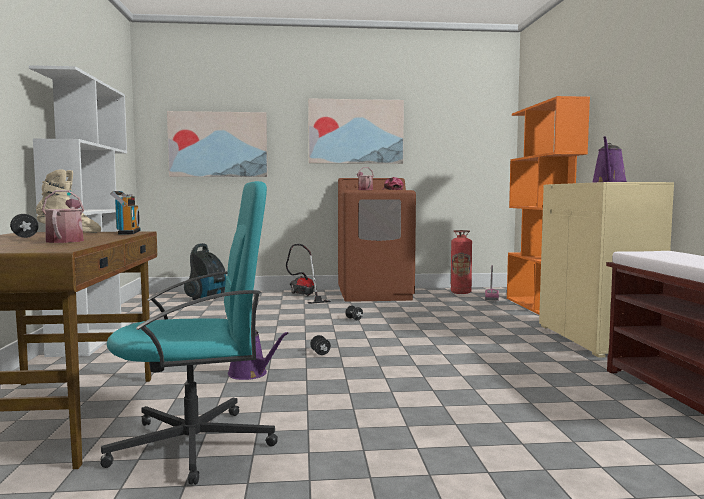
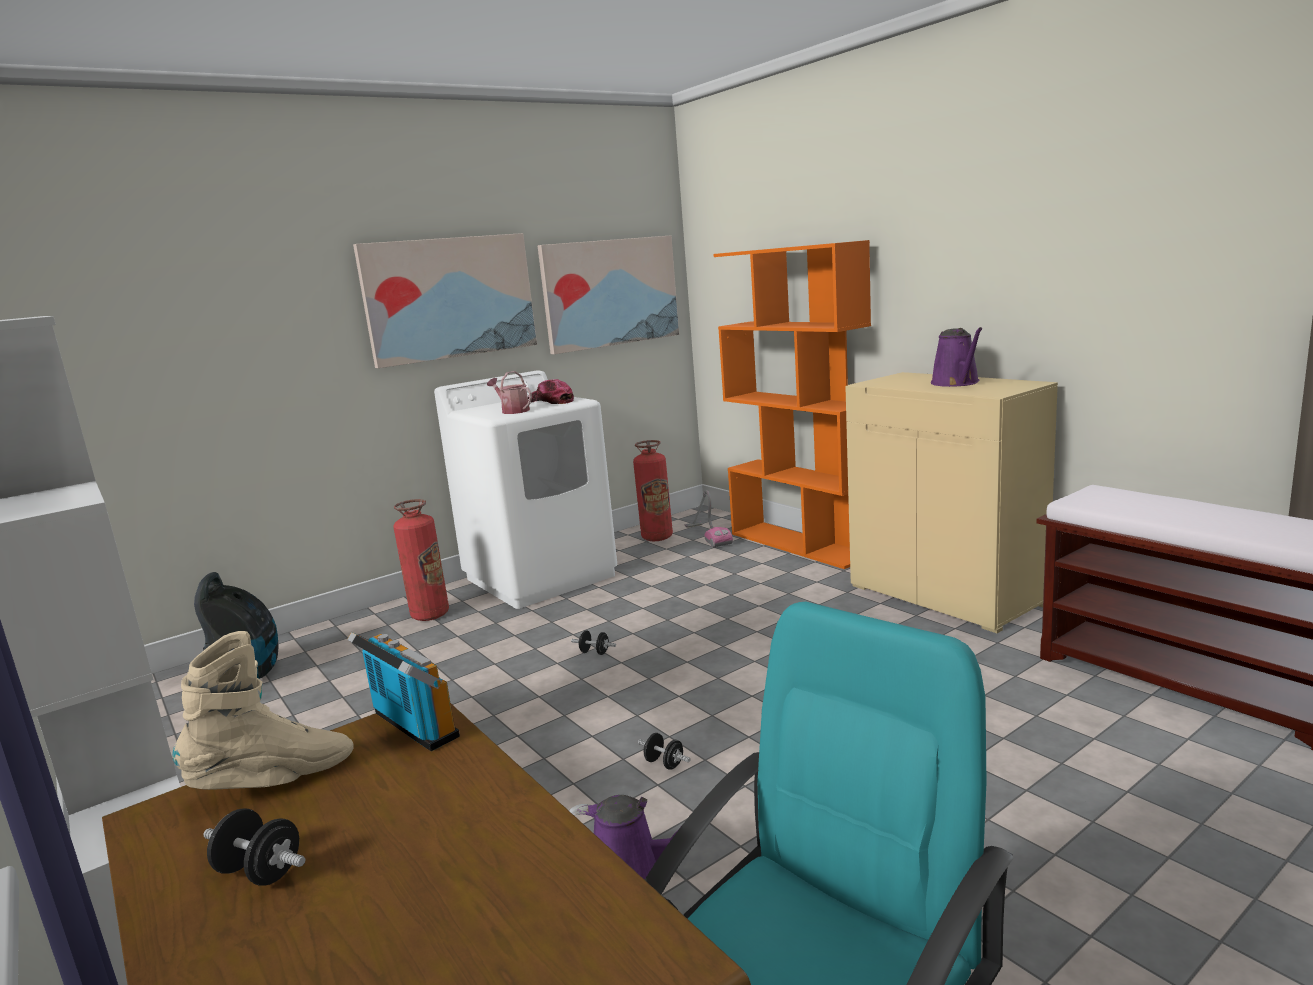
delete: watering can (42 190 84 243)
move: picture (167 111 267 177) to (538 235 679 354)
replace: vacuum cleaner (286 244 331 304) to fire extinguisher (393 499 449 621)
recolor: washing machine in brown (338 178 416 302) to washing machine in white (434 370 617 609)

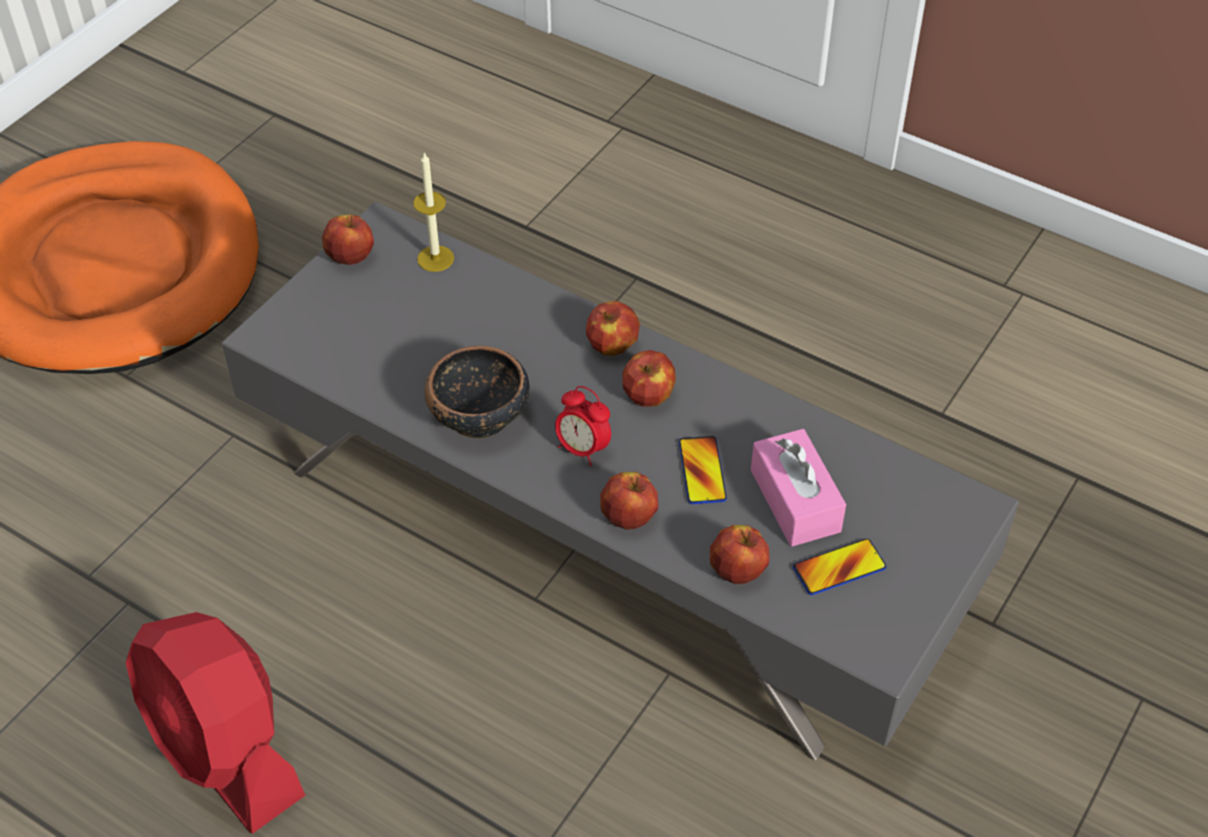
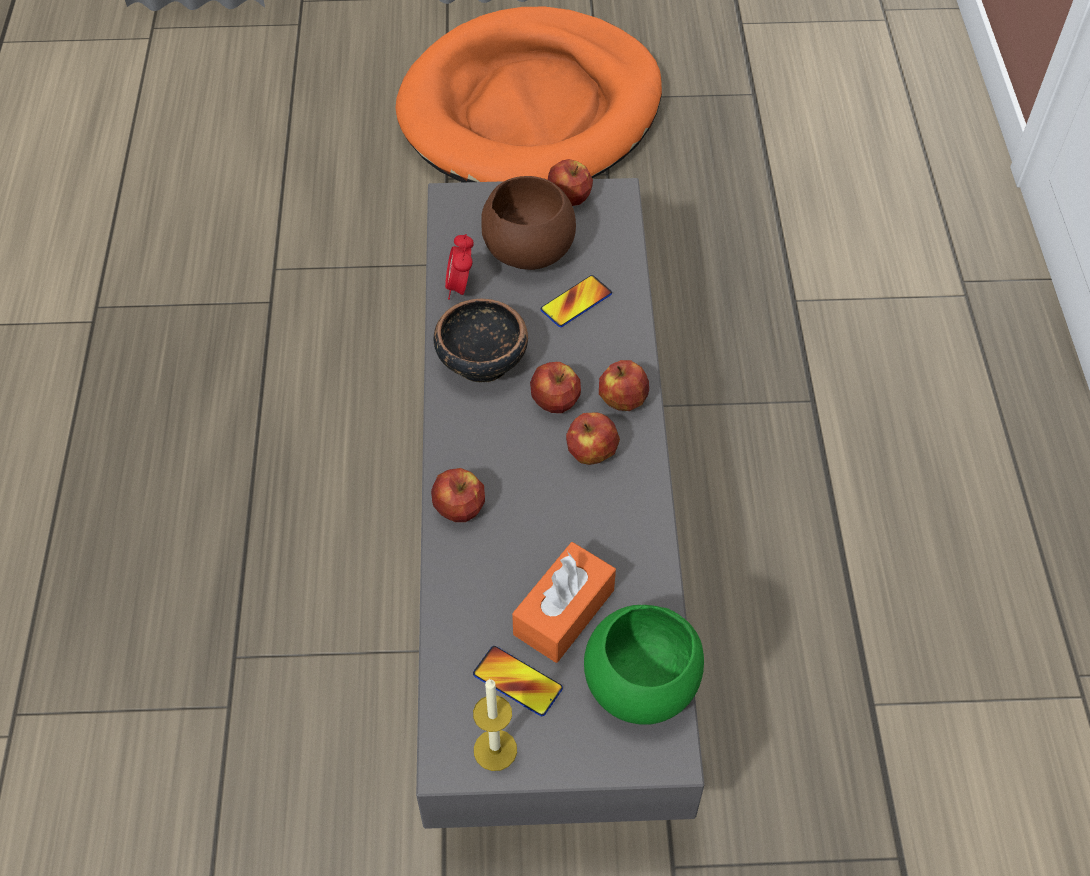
delete: fan in red (126 612 305 834)
insert: bowl in brown (481 176 576 270); bowl in green (584 605 704 725)
move: candle (413 152 454 272) to (473 679 517 771); alarm clock (555 386 611 466) to (445 234 474 300); phone (679 436 727 504) to (541 275 612 327); apple (710 525 770 584) to (530 362 581 413)
recolor: tissue box in pink (751 429 846 547) to tissue box in orange (512 542 616 663)

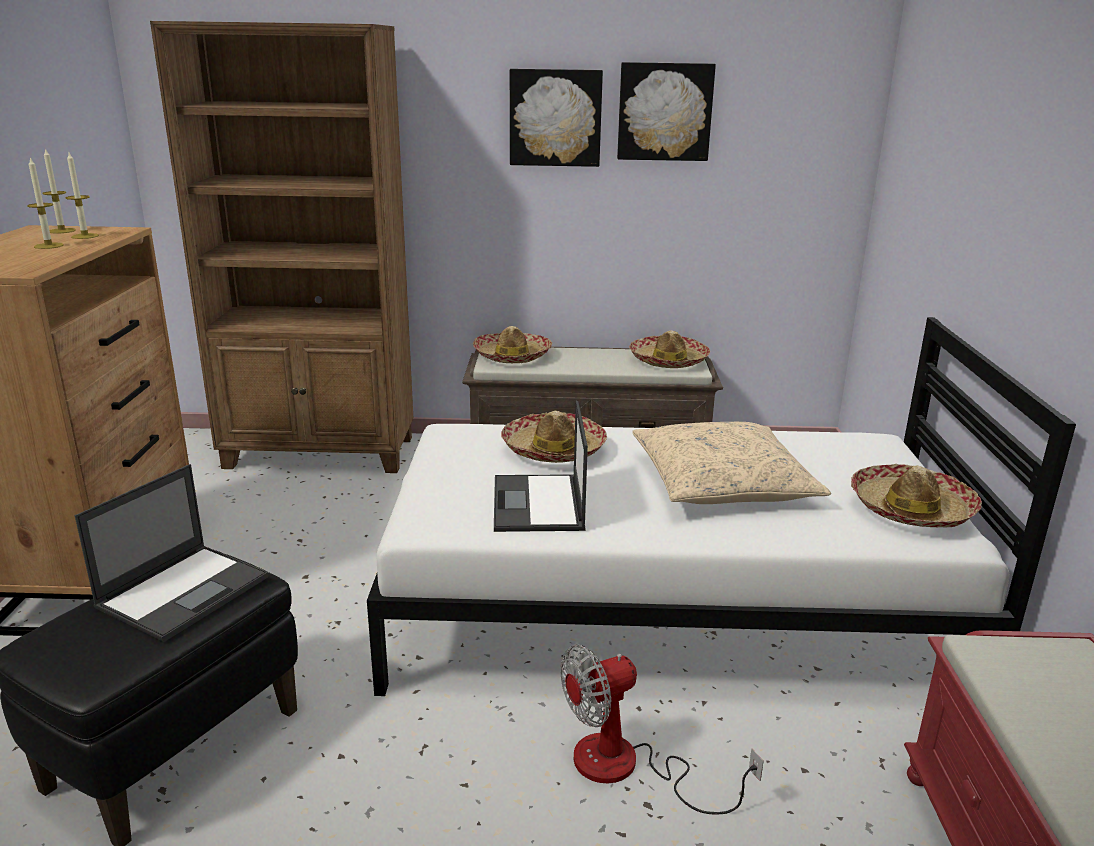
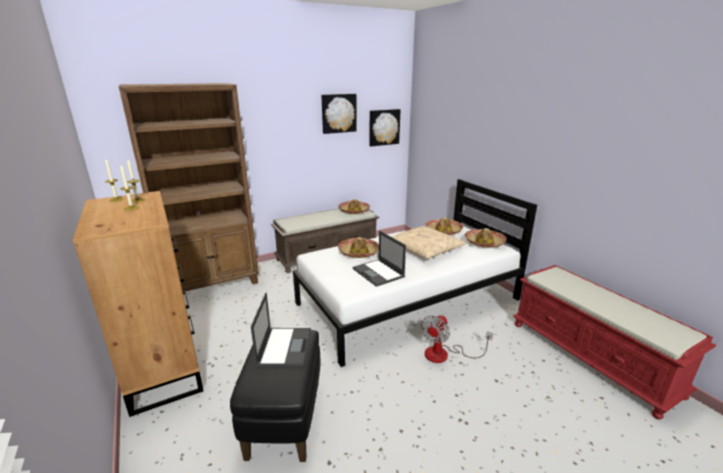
move: hat (473 326 552 363) to (426 217 464 235); picture (510 69 603 167) to (369 109 400 146)

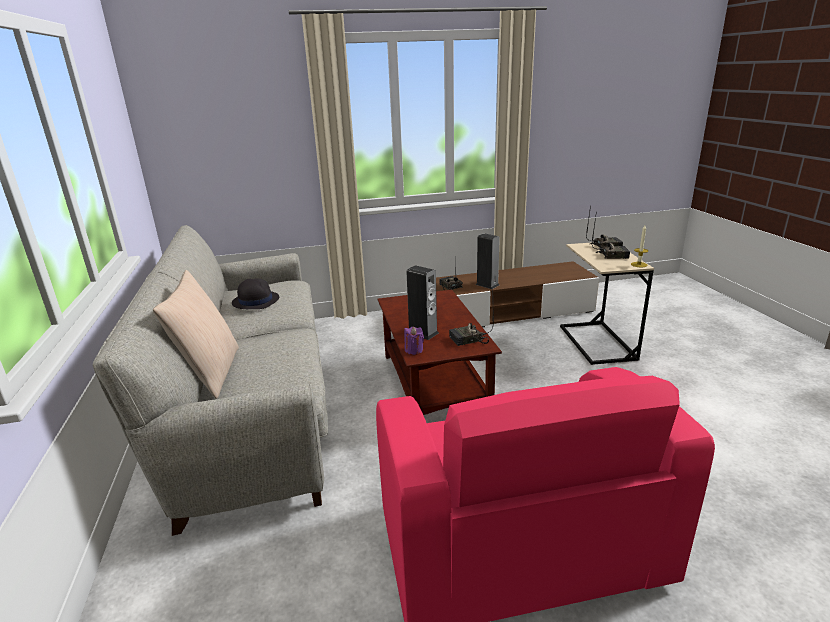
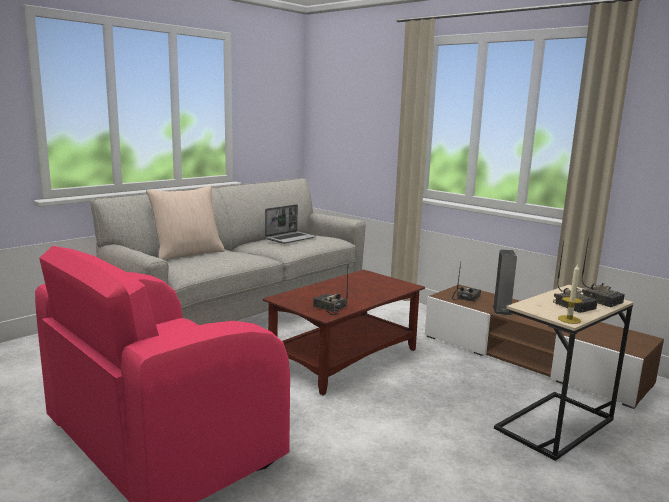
delete: candle in purple (404 327 424 355); speaker (406 265 439 340)
replace: hat in black (232 278 279 309) to laptop (265 204 316 244)

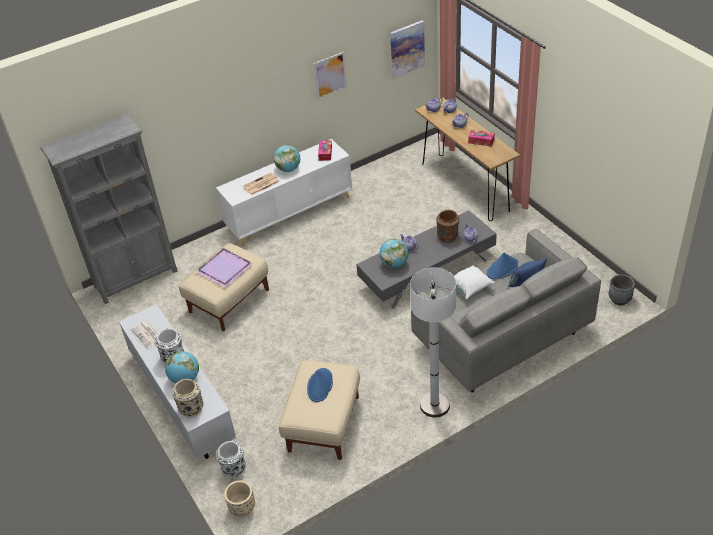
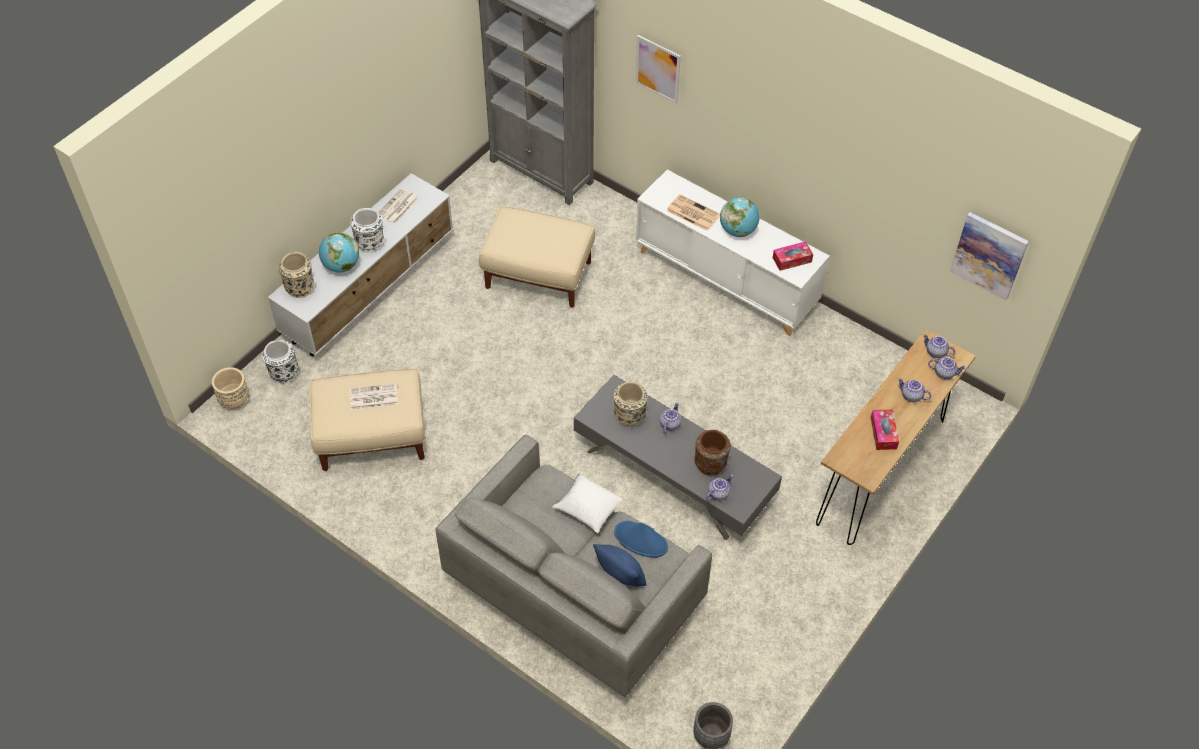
delete: tray in purple (196 248 254 288); floor lamp in white (410 267 456 417)
move: picture (314 52 347 99) to (635 35 681 104)
replace: hat in blue (307 368 333 402) to newspaper (350 384 398 410); globe (379 239 409 268) to vase in beige (614 381 648 427)

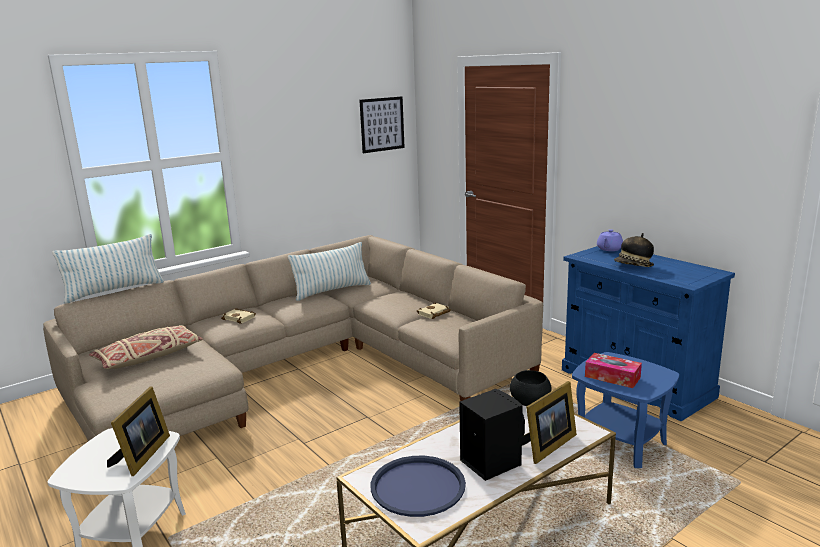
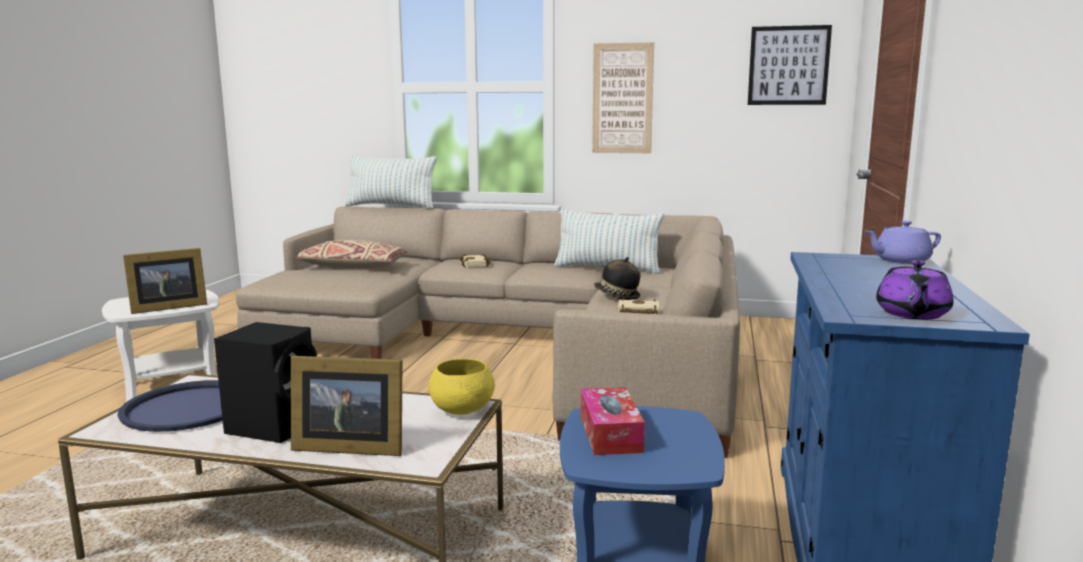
insert: picture (592 42 654 153); teapot in purple (876 260 954 320)
move: hat (614 233 654 267) to (594 257 641 300)
recolor: bowl in black (510 370 552 406) to bowl in yellow (429 359 495 415)

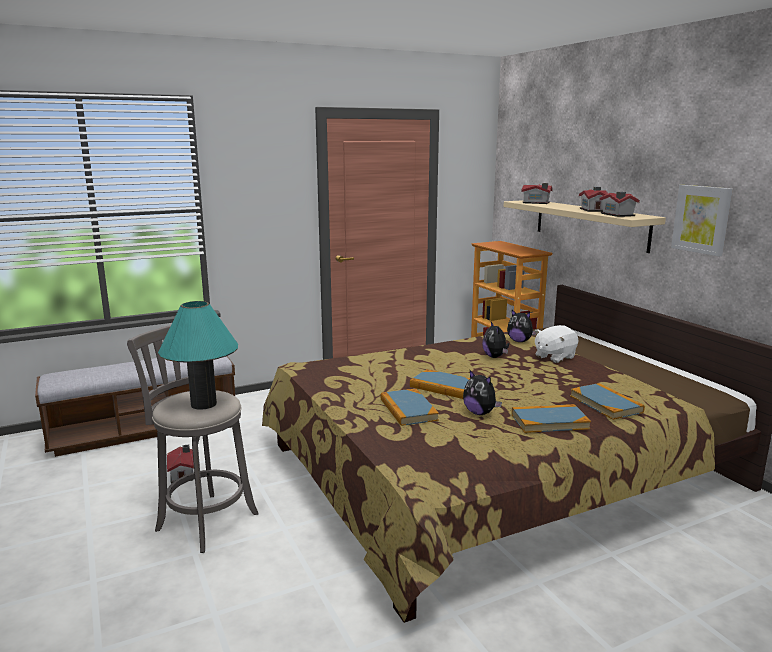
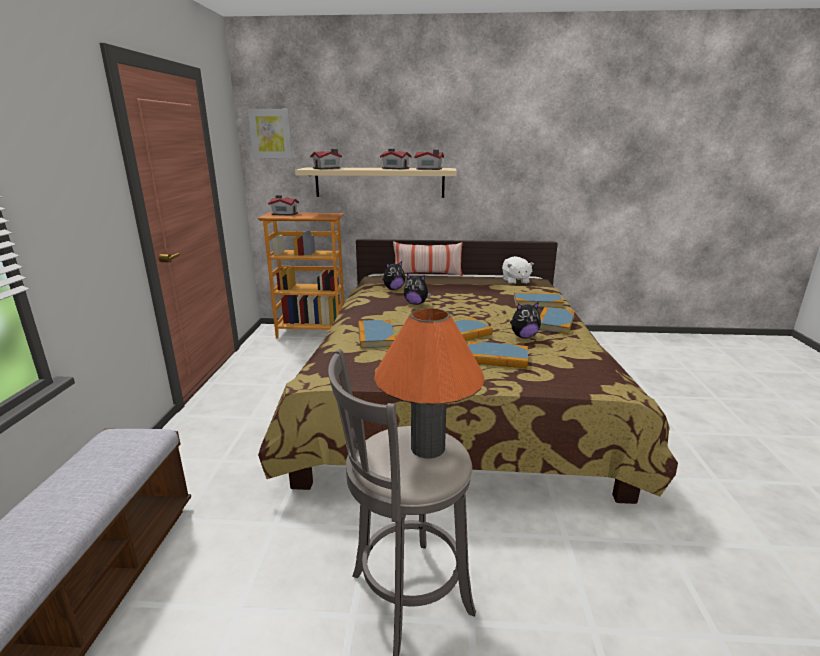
insert: book (358 320 395 348); pillow (393 241 463 276)
move: toy house (167 444 194 484) to (268 195 299 216); plush toy in white (535 325 578 363) to (502 256 534 284); picture (671 185 733 257) to (248 109 293 158)
recolor: table lamp in turquoise (158 301 238 410) to table lamp in orange (374 308 485 458)

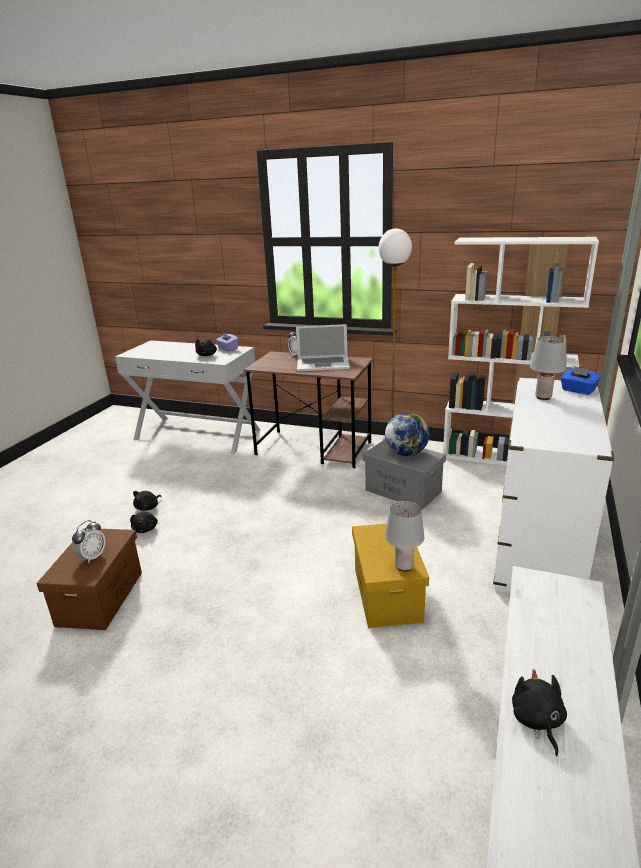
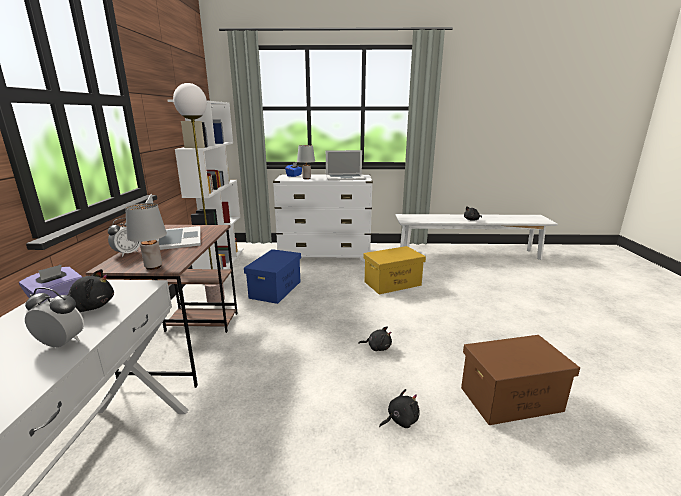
delete: globe (385 413 429 456)
insert: laptop (326 150 366 181)
move: alarm clock (72 520 106 563) to (25 288 84 348); plush toy in black (133 491 162 511) to (358 327 392 351); table lamp in grey (385 501 424 572) to (125 203 167 270)
recolor: storage box in grey (363 439 446 510) to storage box in blue (244 249 301 304)

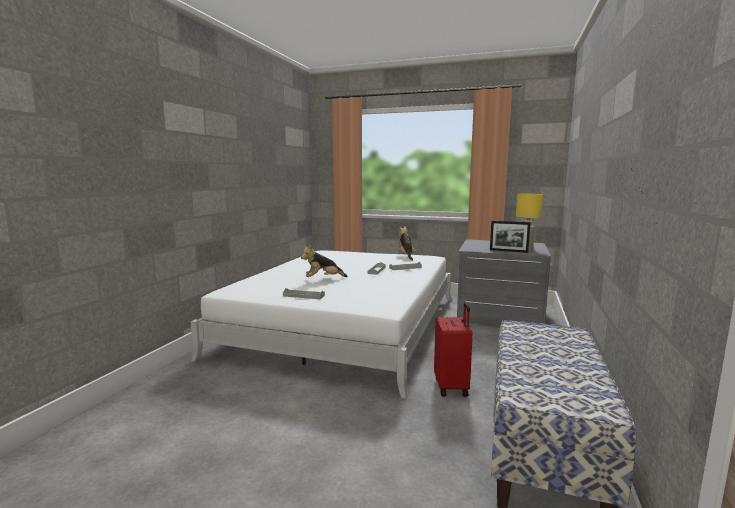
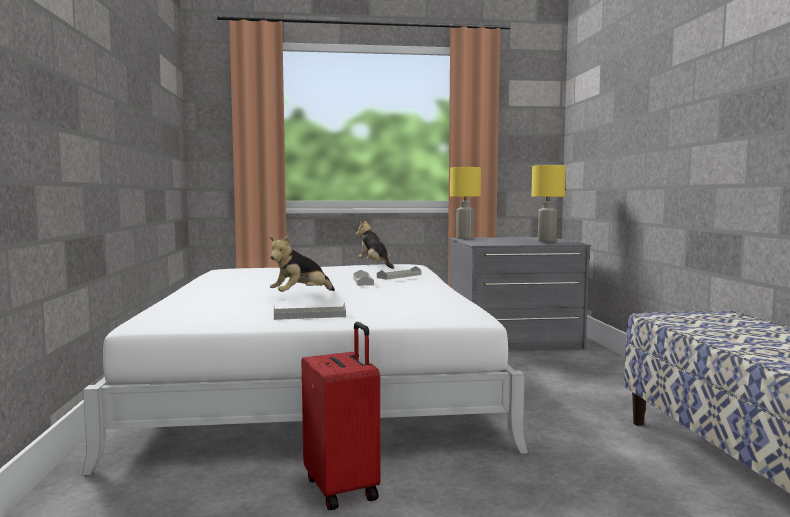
delete: picture frame (490 221 531 253)
insert: table lamp in yellow (450 167 481 239)
move: suitcase in red (434 303 473 397) to (302 322 380 510)

